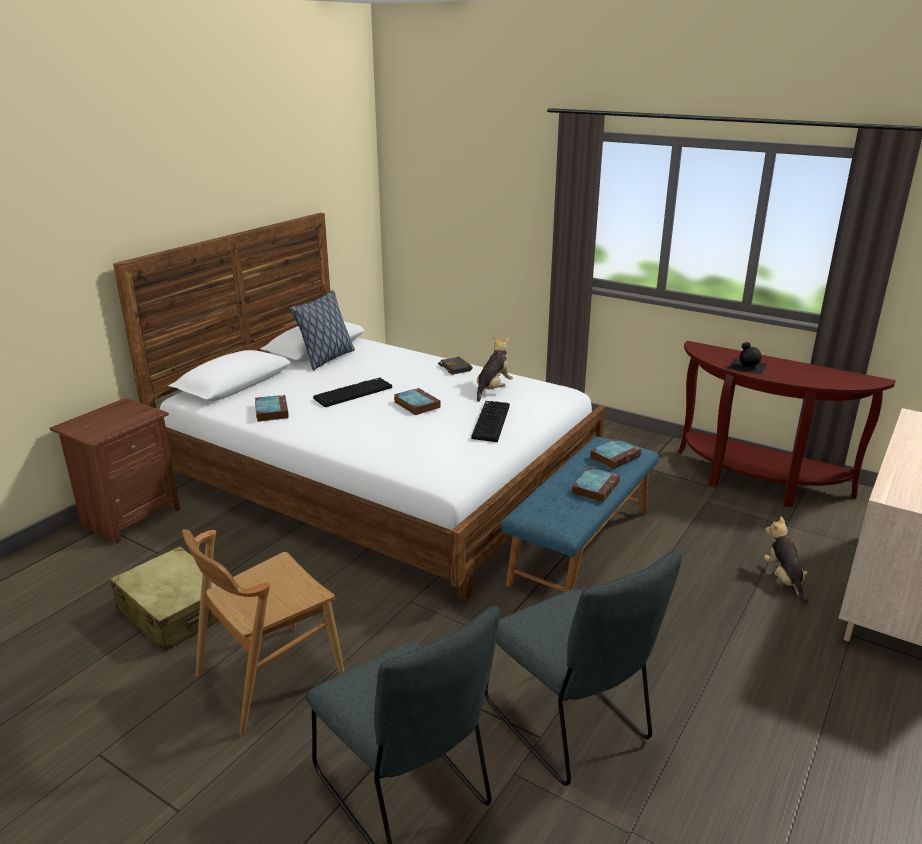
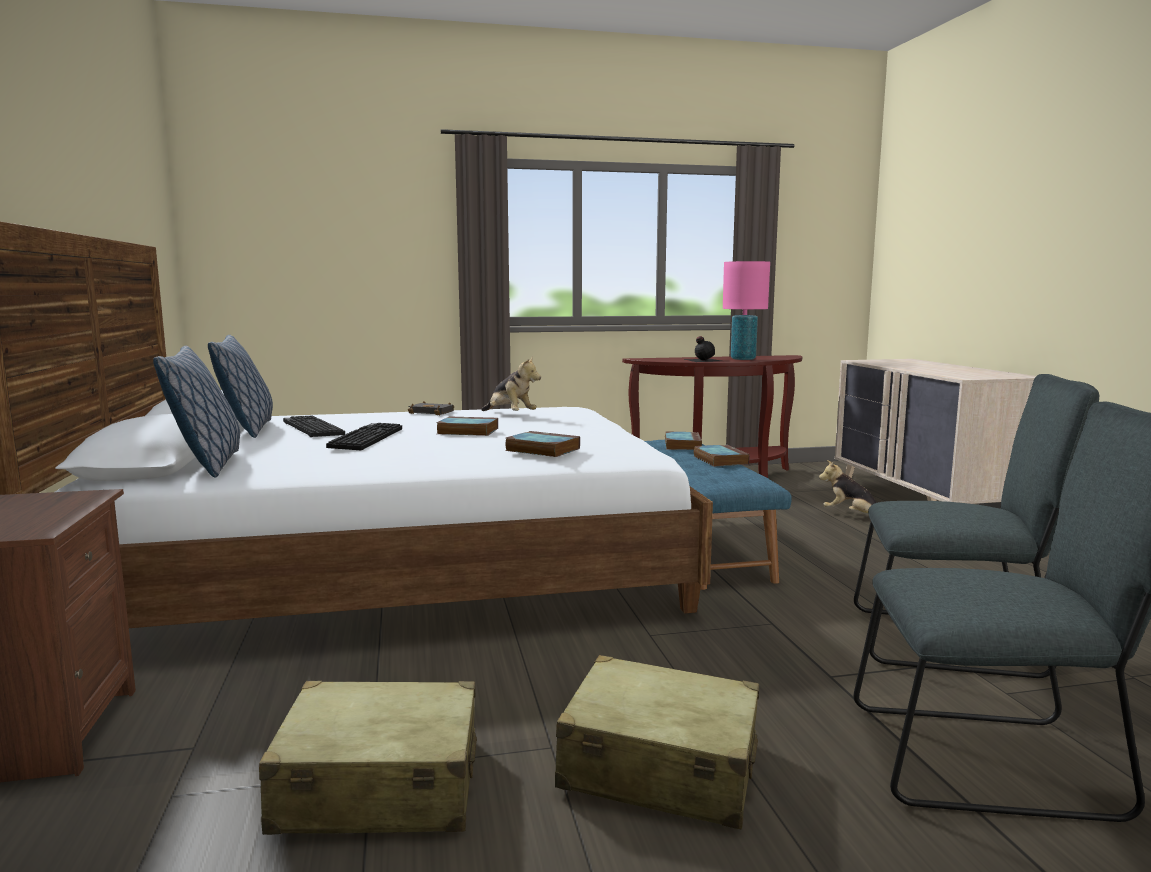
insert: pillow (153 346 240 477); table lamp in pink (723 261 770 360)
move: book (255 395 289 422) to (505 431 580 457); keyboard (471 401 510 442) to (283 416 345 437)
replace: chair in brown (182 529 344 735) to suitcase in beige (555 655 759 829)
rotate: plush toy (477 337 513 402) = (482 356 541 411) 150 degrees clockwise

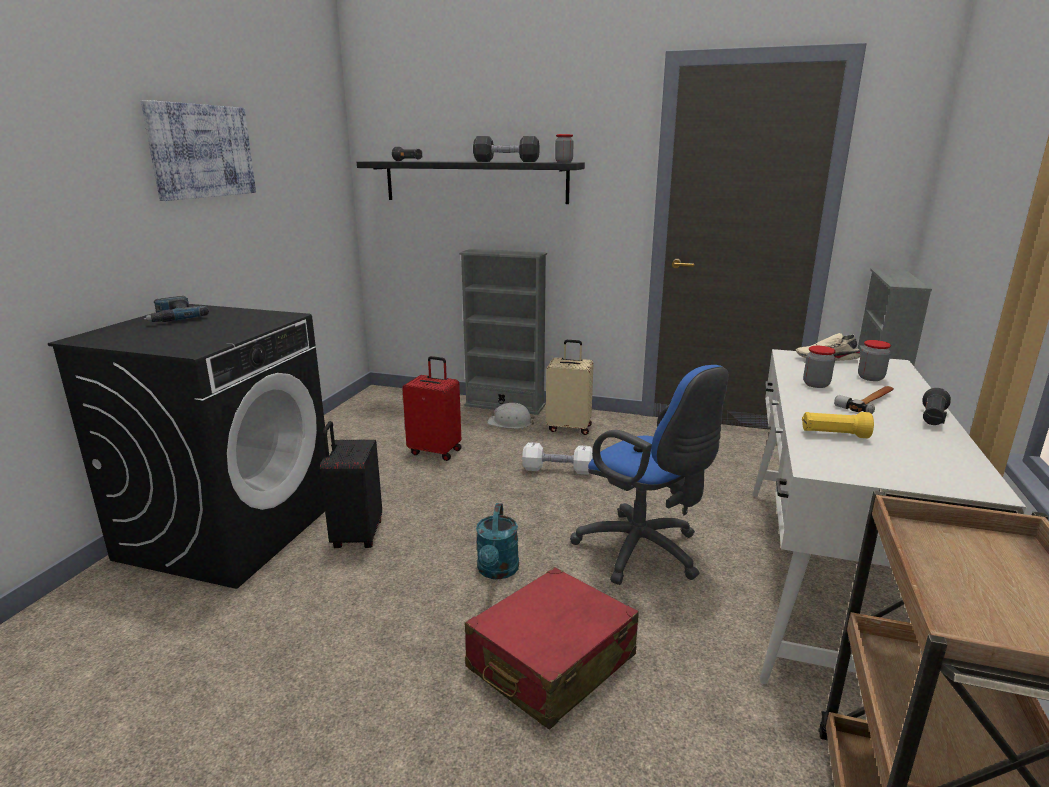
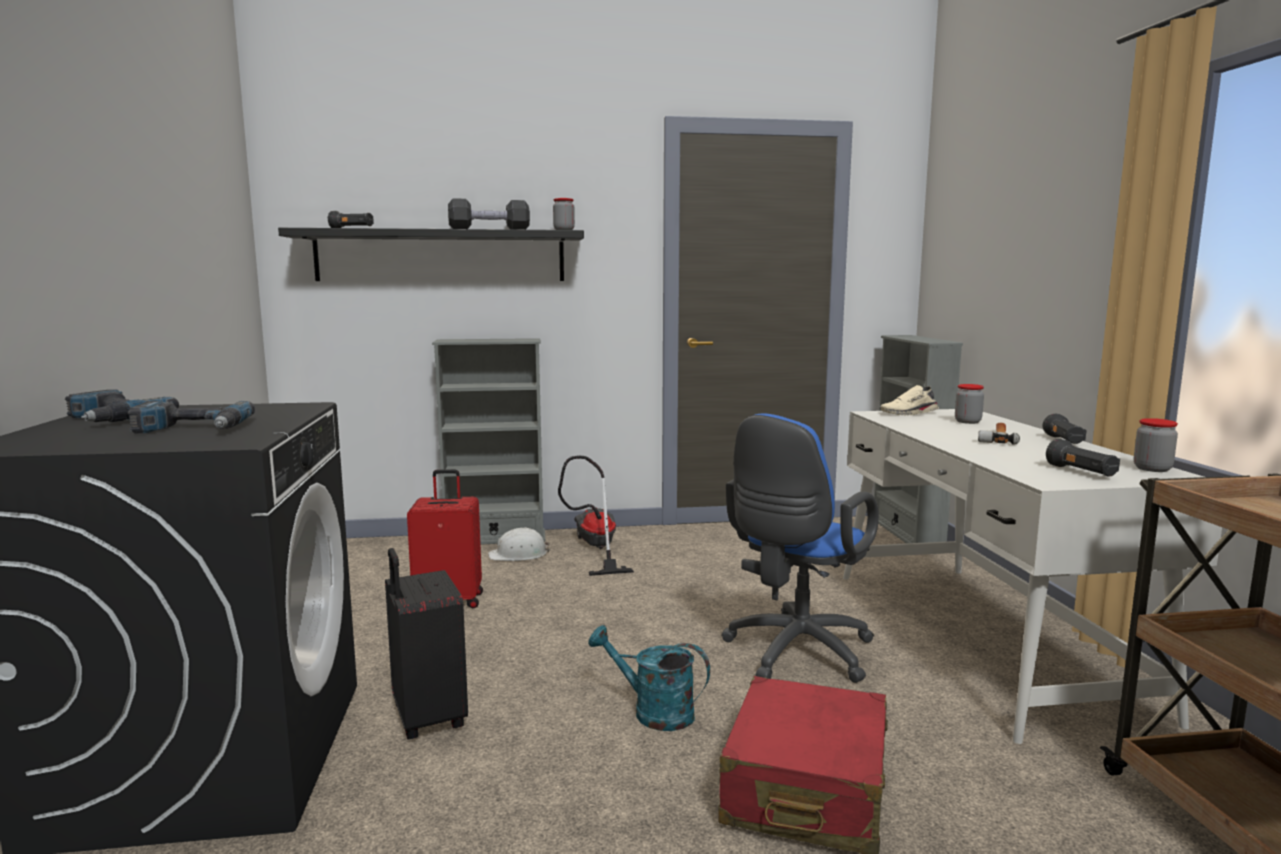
delete: picture (141 100 256 201); dumbbell in white (522 442 593 475); flashlight in yellow (802 412 874 438)
insert: power drill (128 401 255 433); flashlight in black (1046 439 1120 477)
move: jar (803 346 836 388) to (1134 418 1178 472)
replace: suitcase in beige (546 340 594 435) to vacuum cleaner (558 456 634 576)
rotate: watering can in turquoise (476 503 519 579) = (588 625 710 731) 135 degrees clockwise; office chair in blue (570 365 728 585) = (721 413 879 683) 105 degrees clockwise

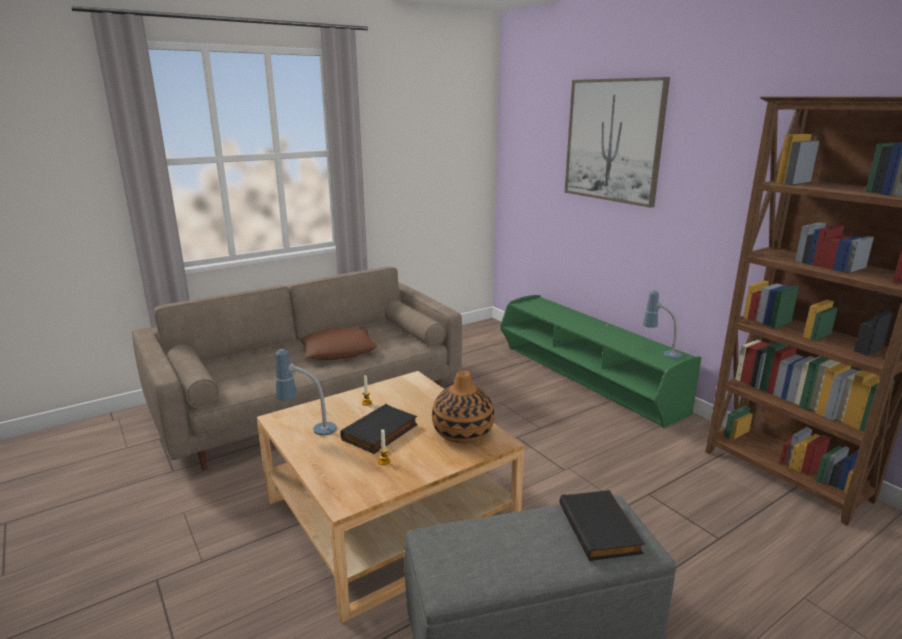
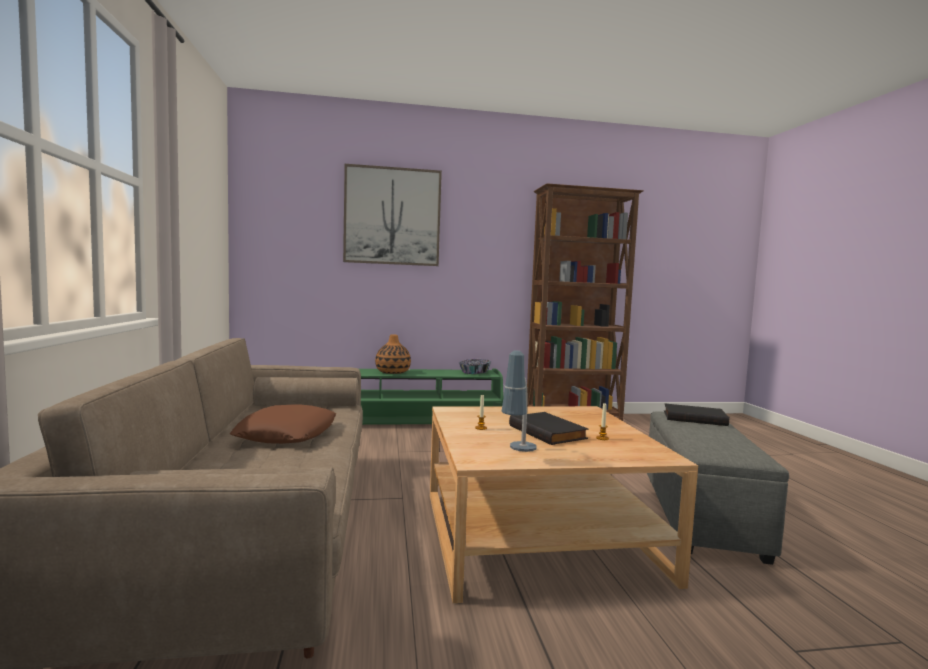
move: vase (432 371 494 443) to (375 335 411 374)
replace: table lamp (643 290 682 359) to bowl (459 359 491 374)

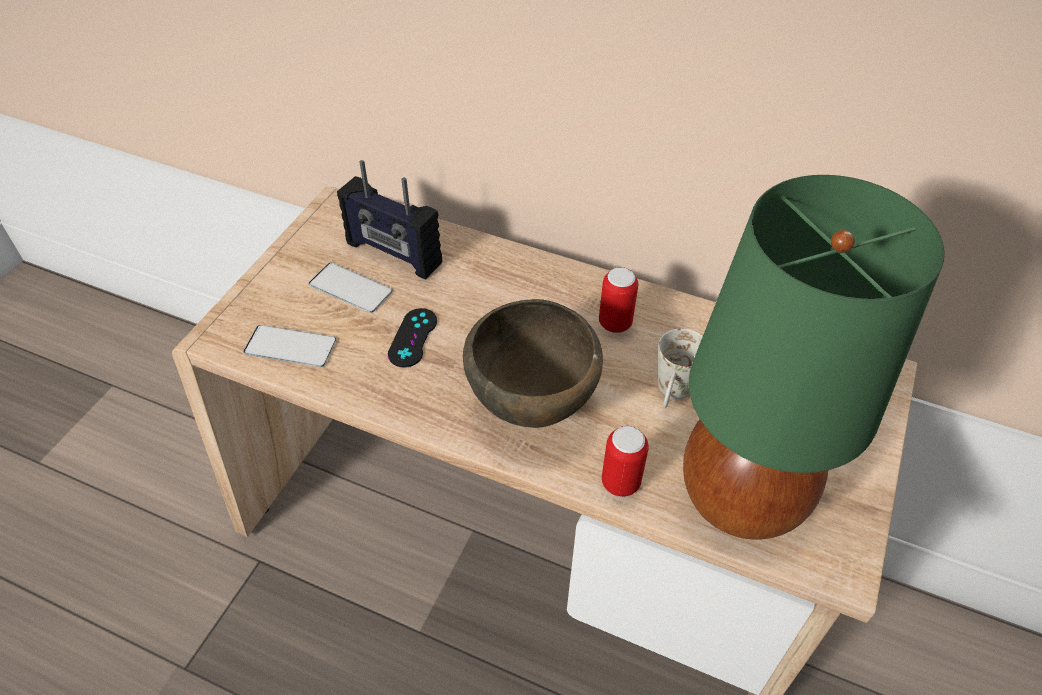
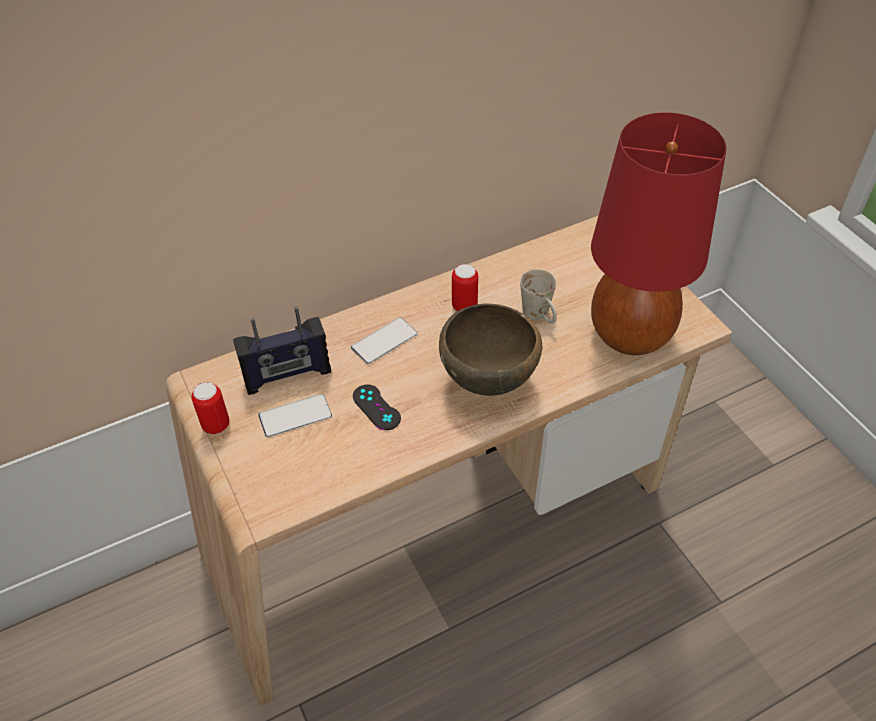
move: phone (243 325 336 367) to (351 317 418 364); can (602 426 649 497) to (192 382 229 435)
recolor: table lamp in green (683 175 945 540) to table lamp in red (591 113 726 355)

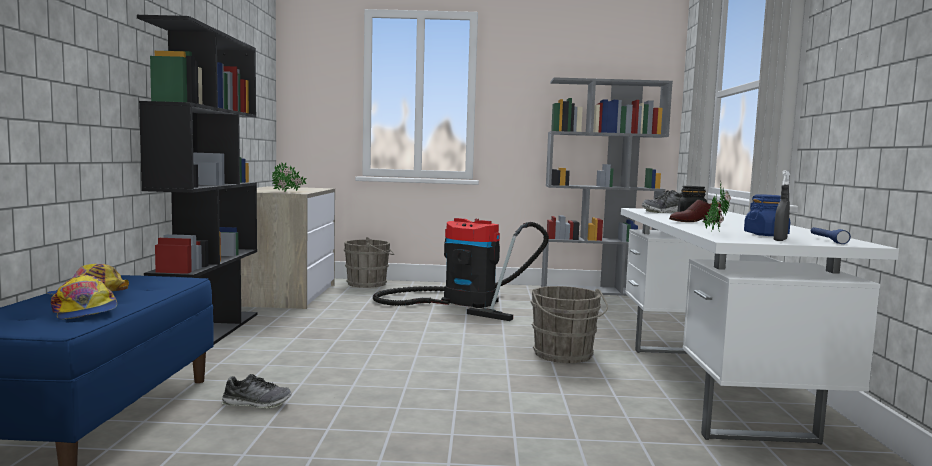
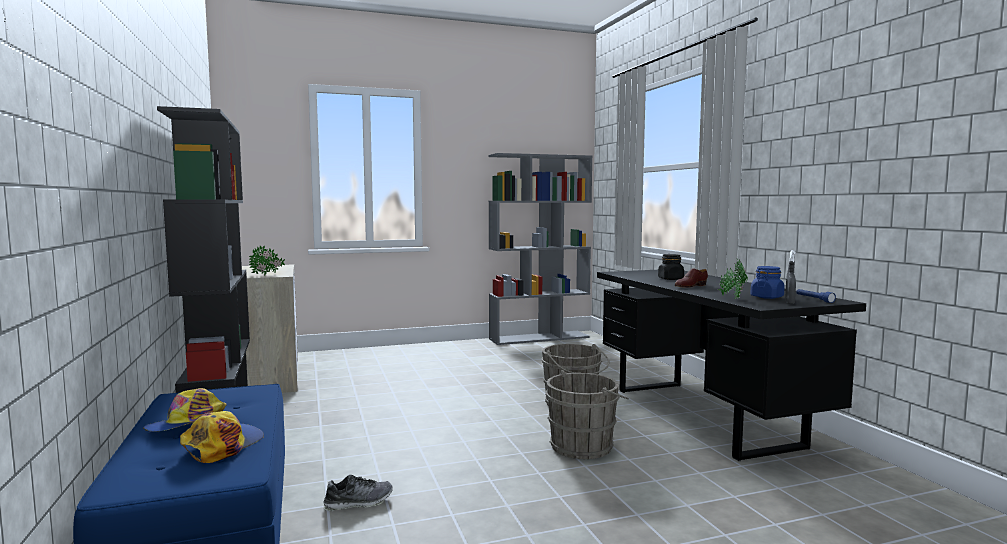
delete: vacuum cleaner (373 218 549 321); shoe (642 190 682 213)
move: bucket in grey (344 237 394 288) to (545 370 629 459)
recolor: desk in white (621 208 899 444) to desk in black (597 270 866 461)
rotate: cap (51 275 117 319) = (180 411 264 463) 105 degrees counterclockwise

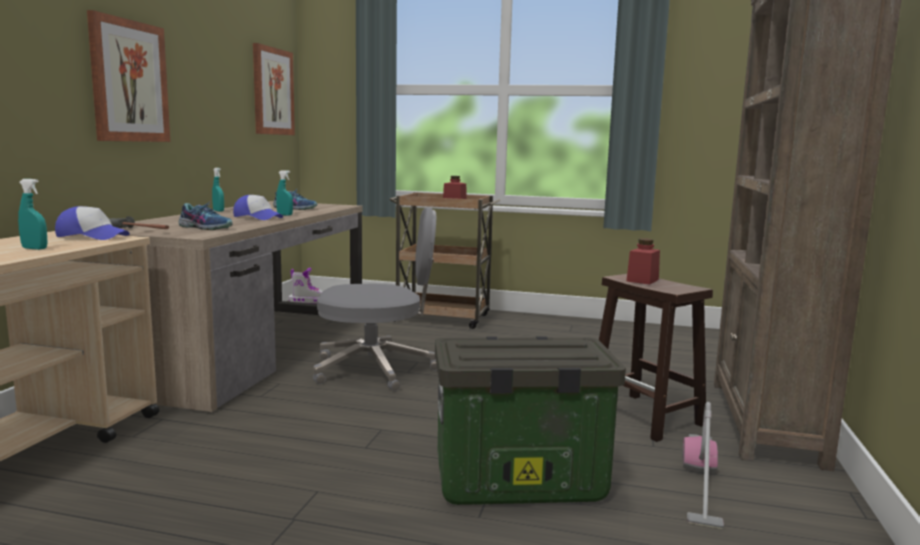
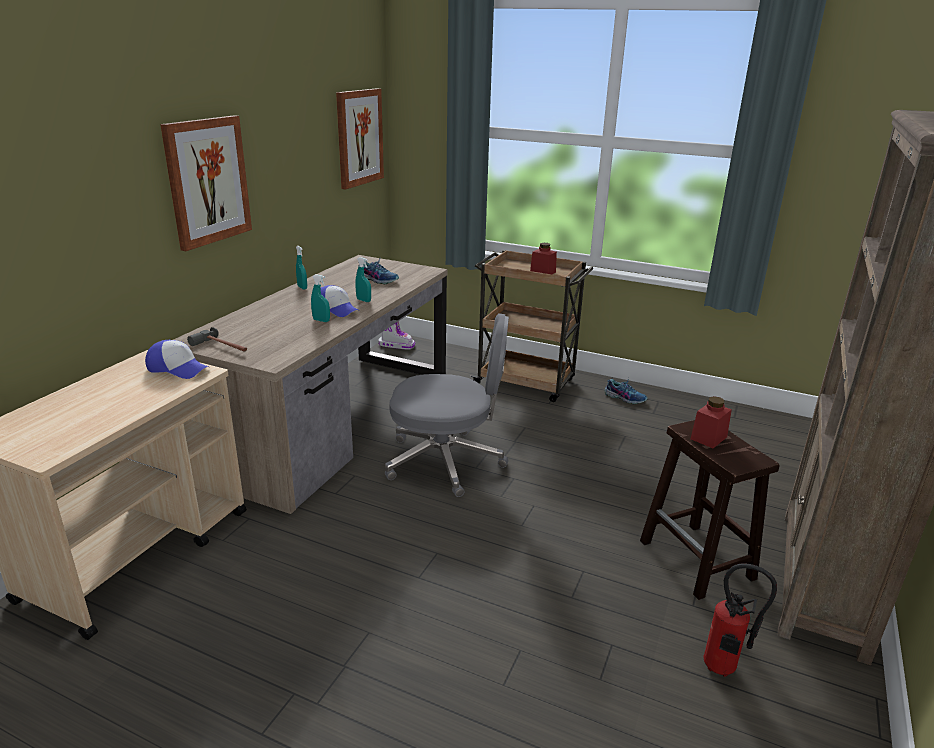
delete: storage box (435 337 626 505)
move: spray bottle in turquoise (18 179 47 250) to (311 274 330 322); shoe (179 202 232 230) to (604 379 648 405)
replace: vacuum cleaner (682 402 724 529) to fire extinguisher (703 563 777 677)

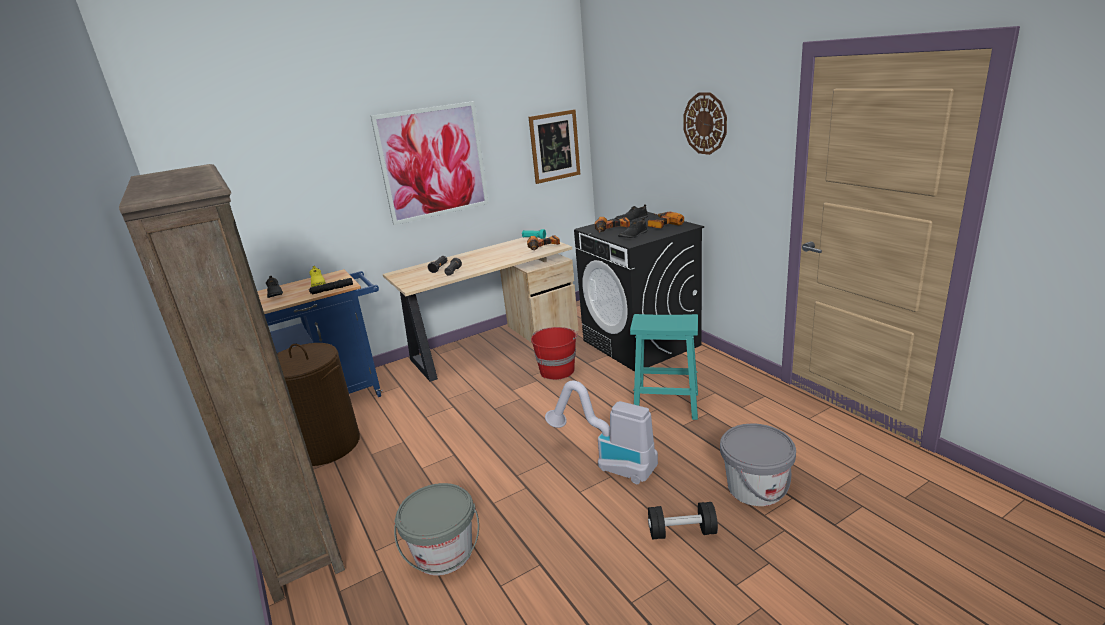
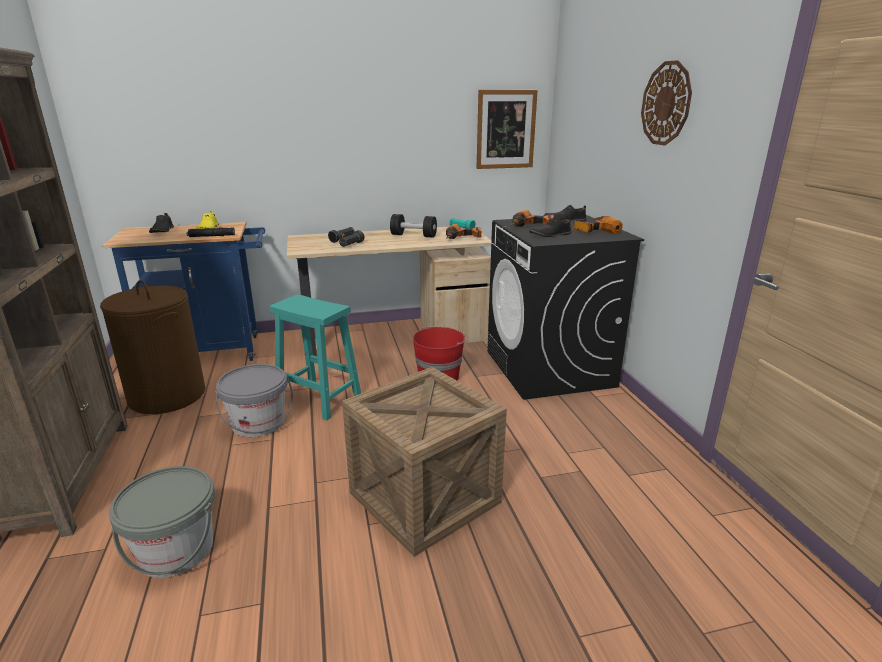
delete: picture (371 101 489 225)
move: stool in turquoise (630 314 698 420) to (269 294 361 420); dumbbell in black (648 502 718 539) to (390 214 437 238); bucket in grey (720 424 796 506) to (215 364 293 437)
replace: vacuum cleaner (545 380 658 484) to crate (342 367 507 557)

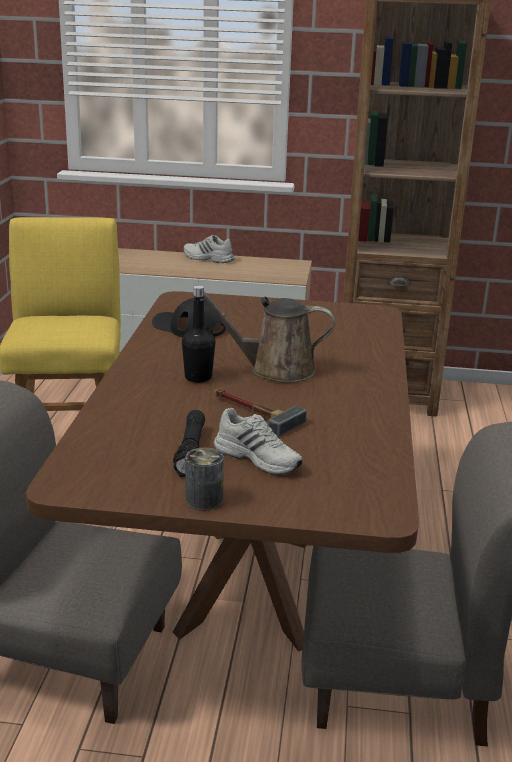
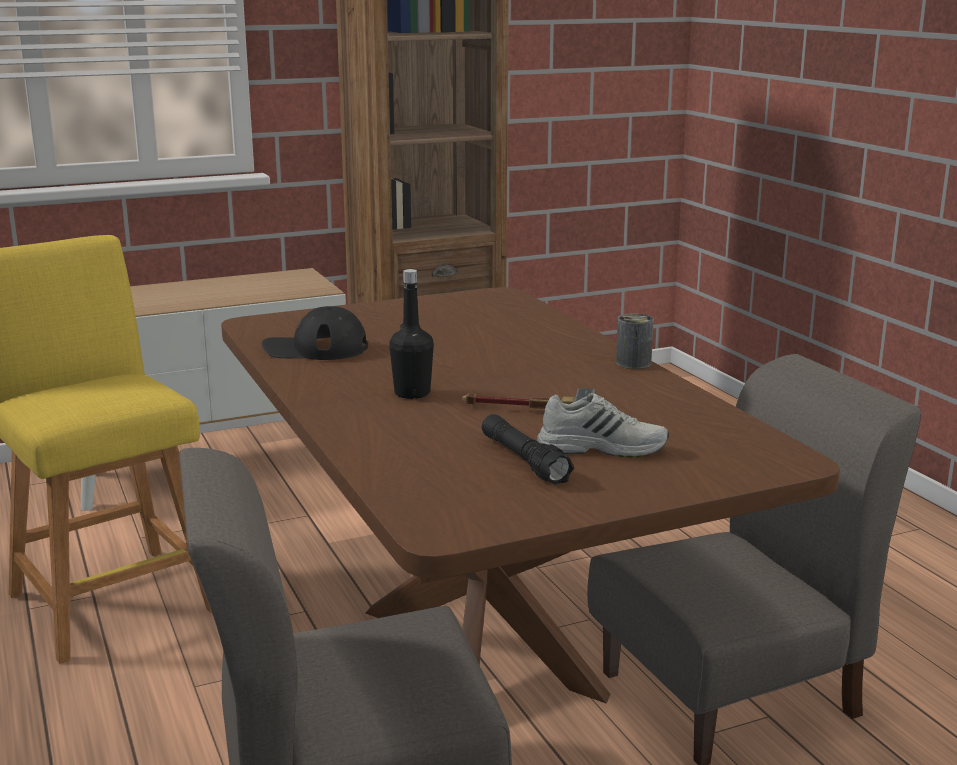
delete: shoe in white (183 235 235 263); watering can in brown (193 288 335 383)
move: can (185 448 224 511) to (616 313 654 369)

